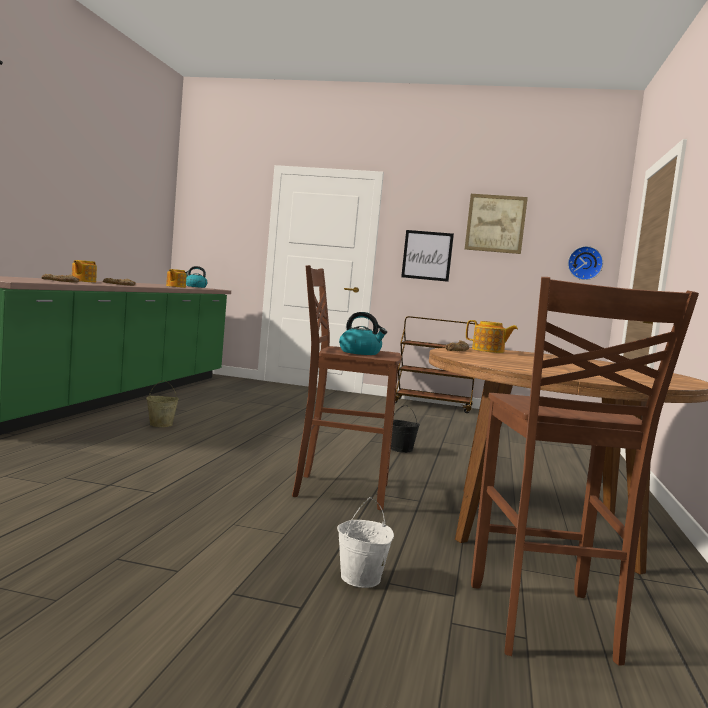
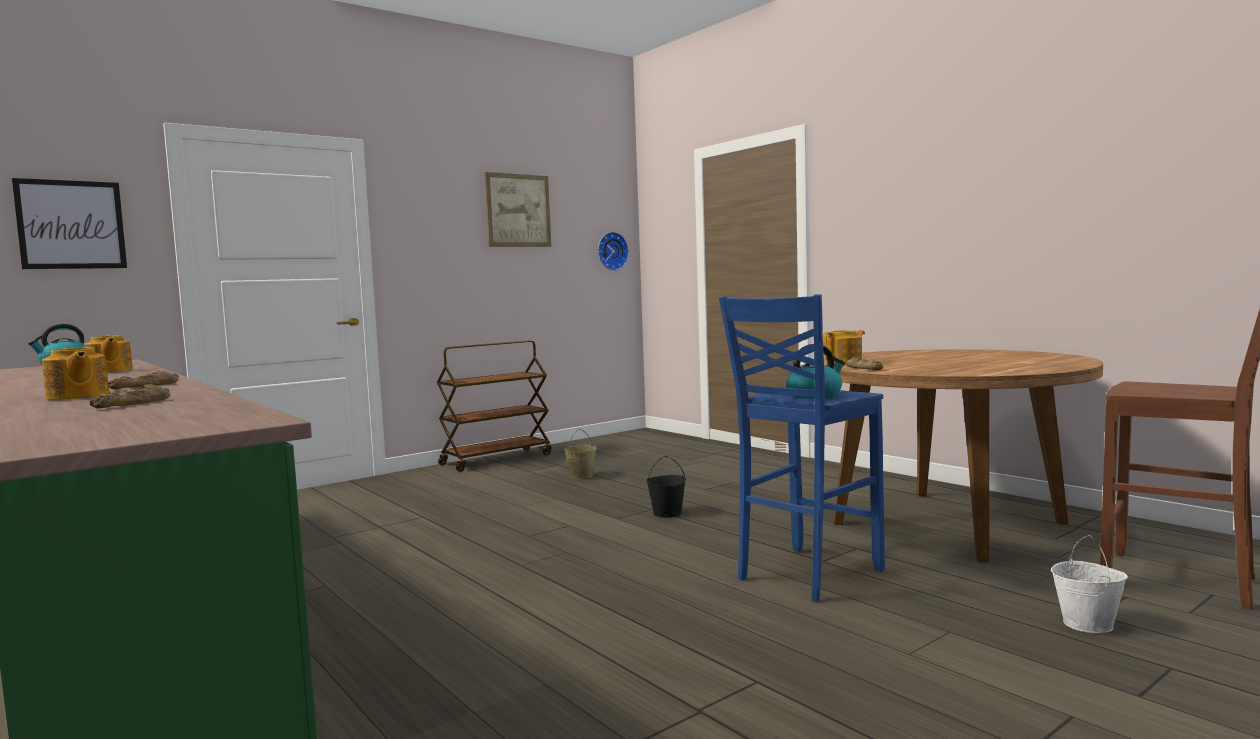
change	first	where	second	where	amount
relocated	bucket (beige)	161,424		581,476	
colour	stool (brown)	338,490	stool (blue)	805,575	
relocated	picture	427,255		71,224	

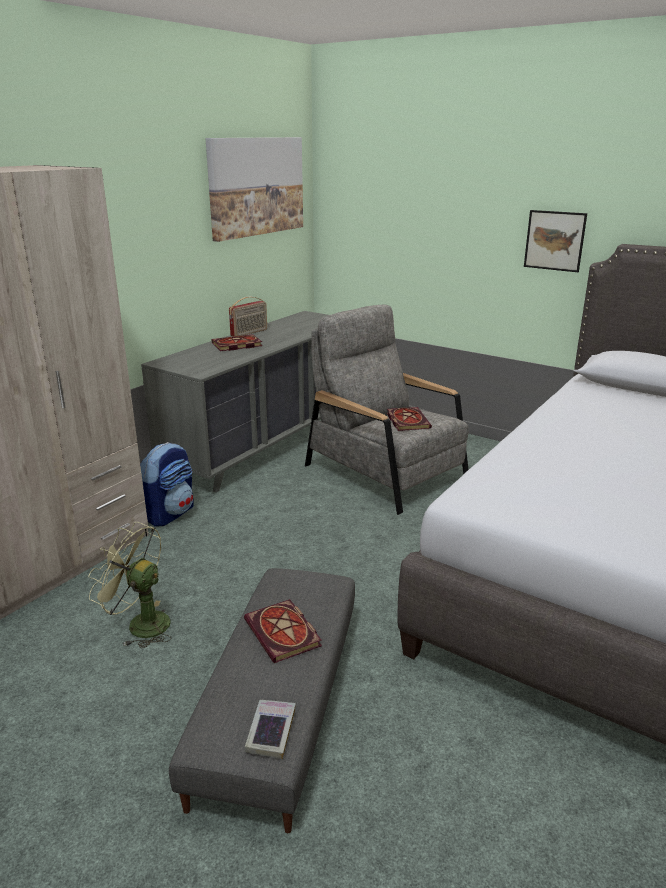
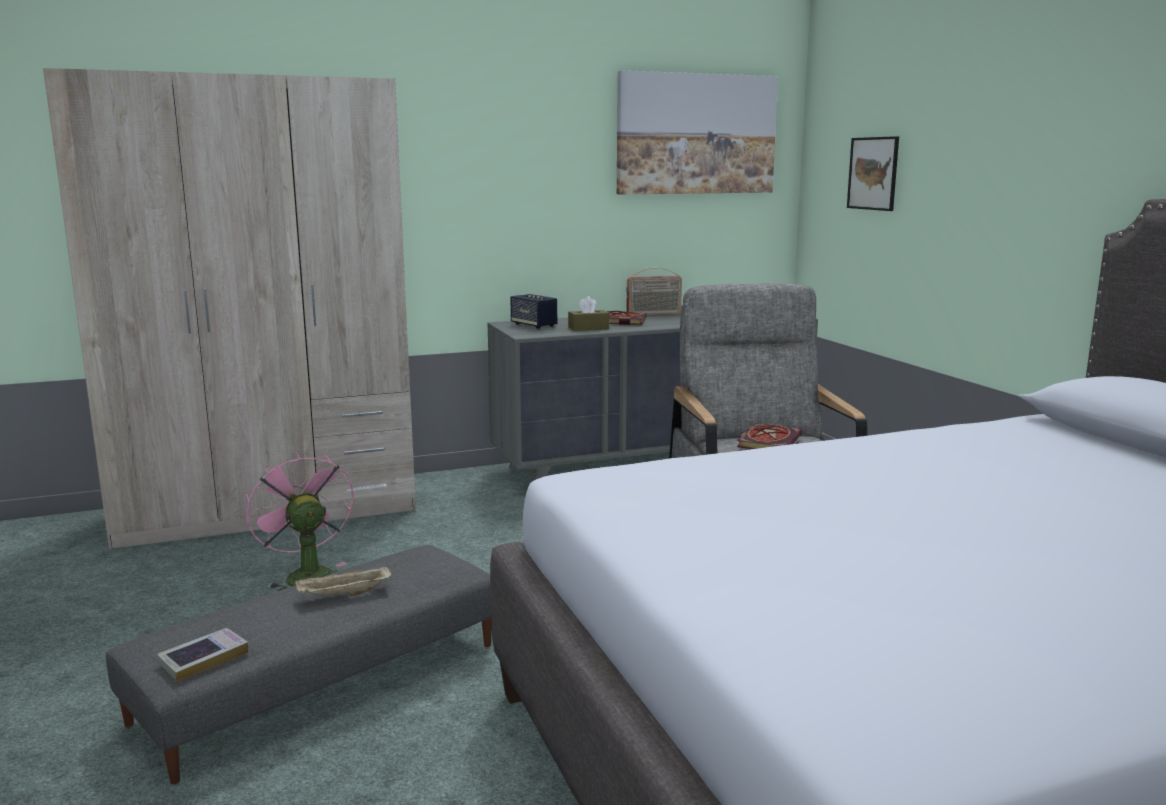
change	first	where	second	where	amount
colour	fan (green)	140,624	fan (pink)	305,575	
missing	backpack	170,513			
exchanged	book	284,634	tray (beige)	344,595	
relocated	picture	554,240		873,173	
appeared			speaker	534,325	
appeared			tissue box (brown)	588,328	

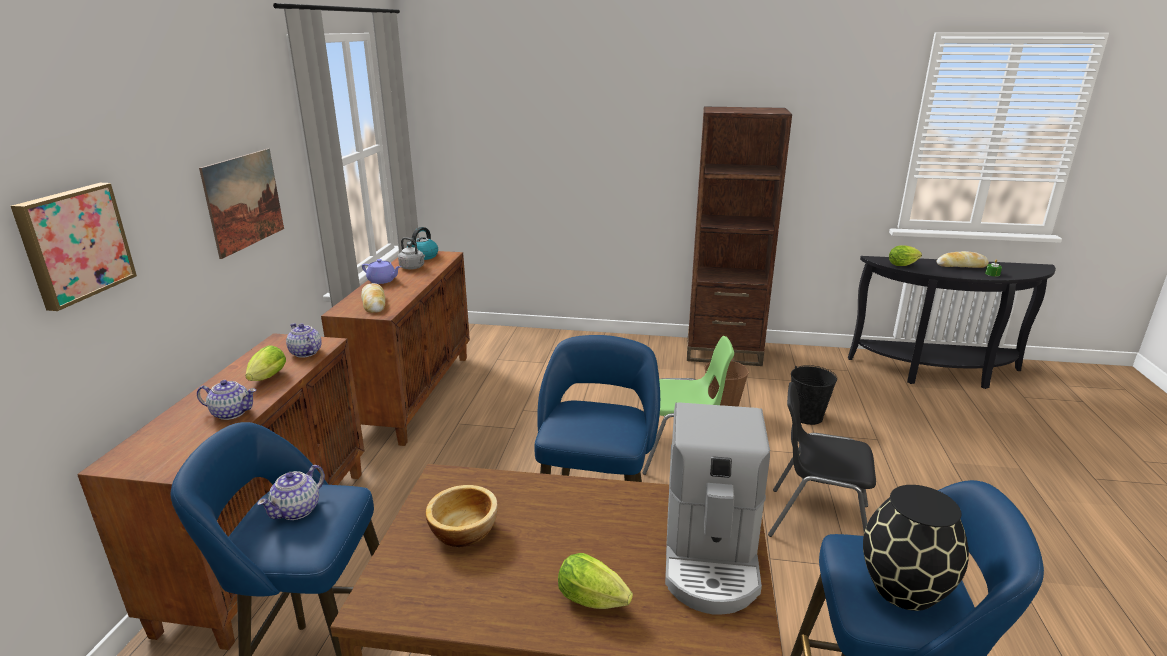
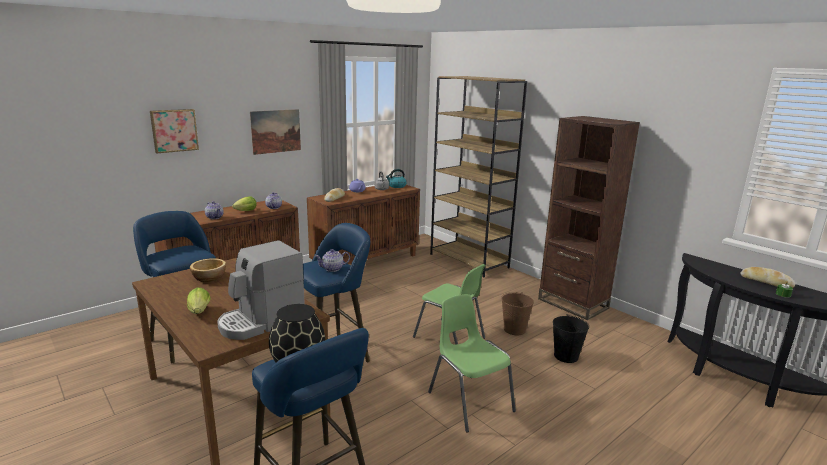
change	first	where	second	where	amount
relocated	teapot	297,510		333,269	
colour	chair (black)	817,520	chair (green)	469,401	
missing	lettuce	904,265			
appeared			bookcase (brown)	469,261	

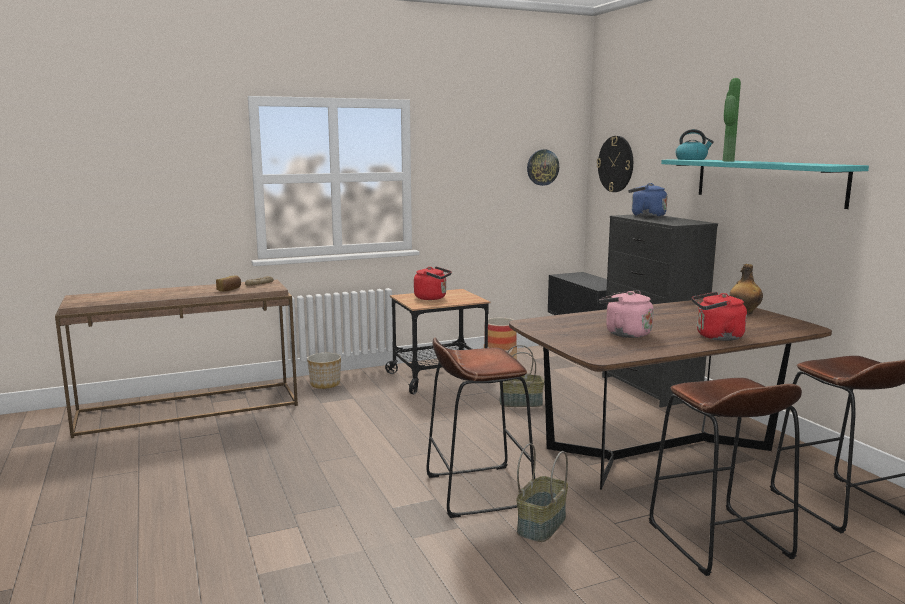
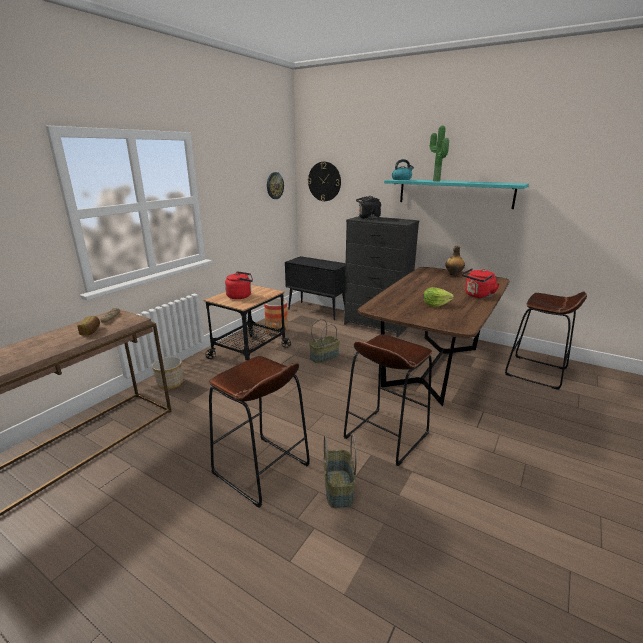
change	first	where	second	where	amount
relocated	basket	541,524		337,488	
exchanged	kettle (pink)	625,333	lettuce	435,304	
colour	kettle (blue)	645,216	kettle (black)	367,218	
relocated	stool (brown)	718,540		261,469	

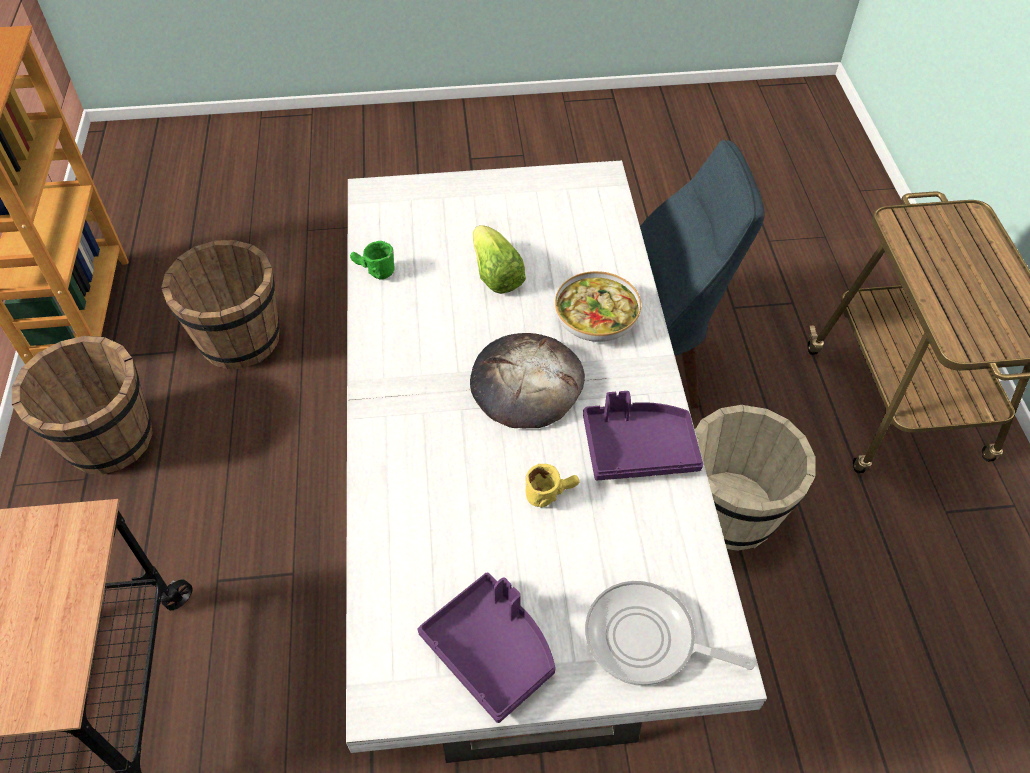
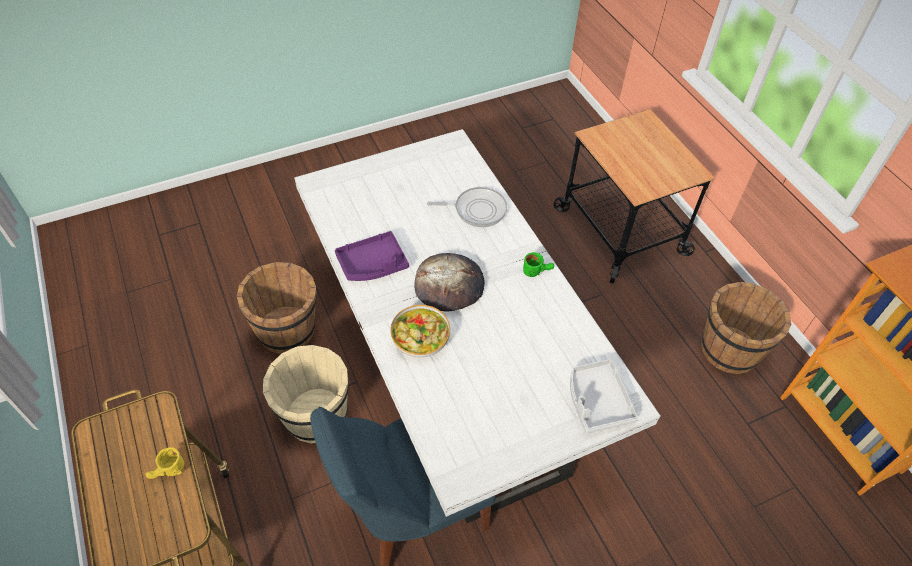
change	first	where	second	where	amount
relocated	bucket (brown)	239,339		287,330	
relocated	mug (green)	373,271		537,271	
missing	tray (purple)	492,651			
missing	lettuce	496,275			
relocated	mug (yellow)	551,492		168,472	
relocated	frying pan	646,640		476,210	
appeared			tray (grey)	597,401	

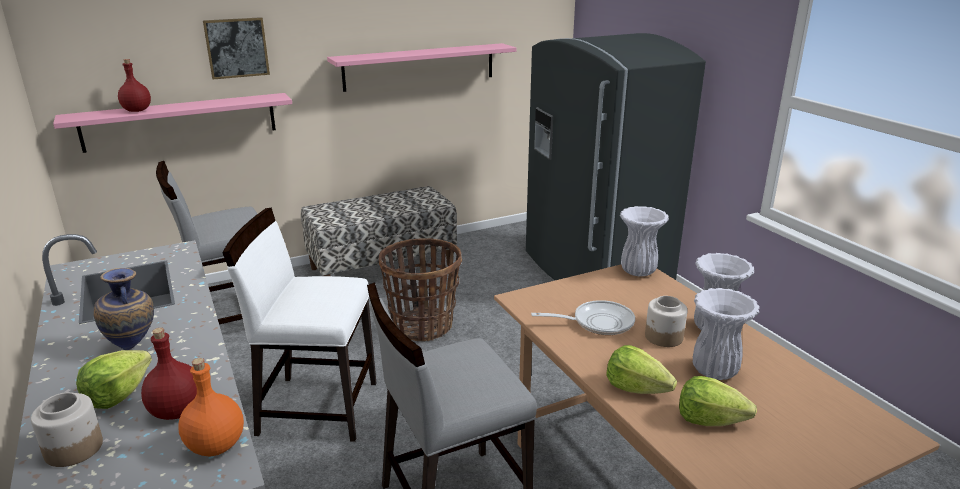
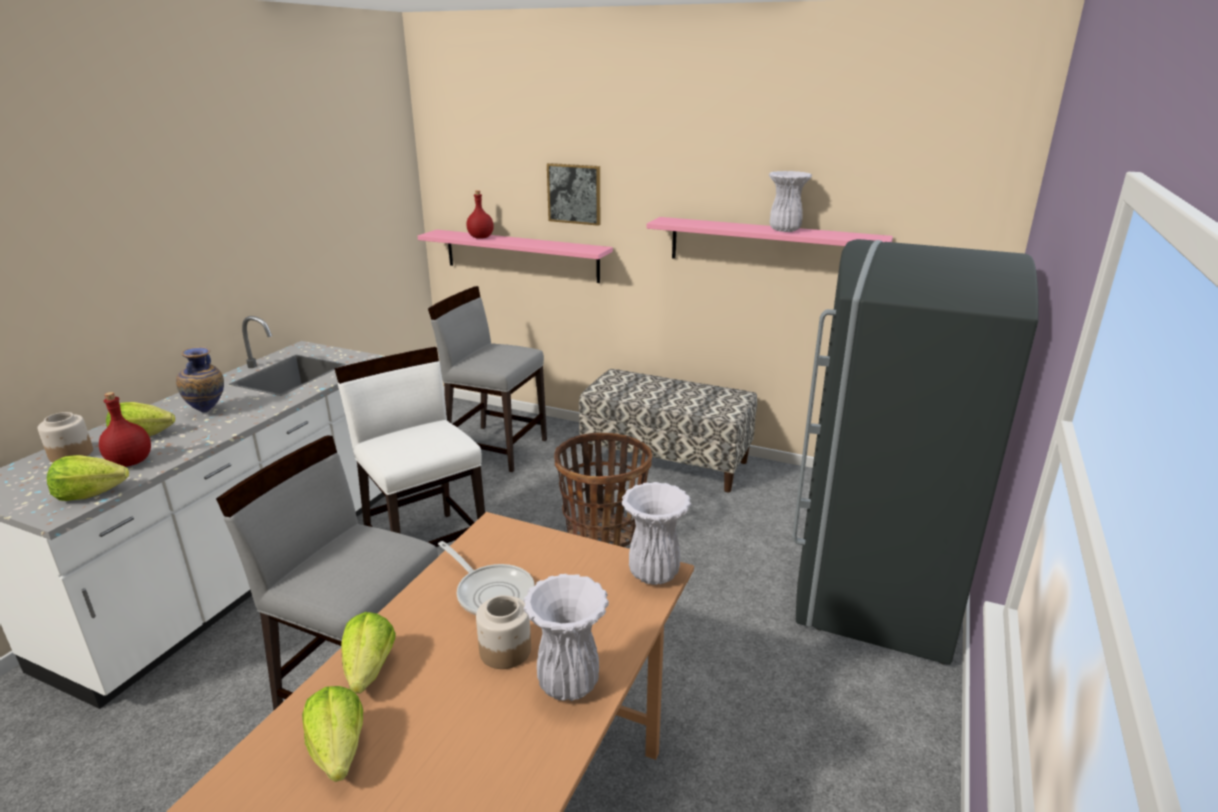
change	first	where	second	where	amount
exchanged	bottle (orange)	215,446	lettuce	90,494	
relocated	vase (white)	714,372		784,230	

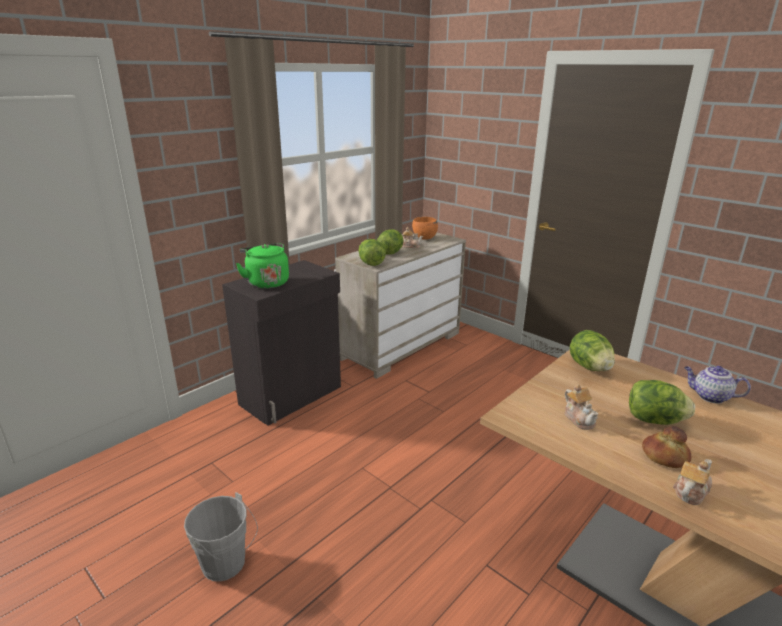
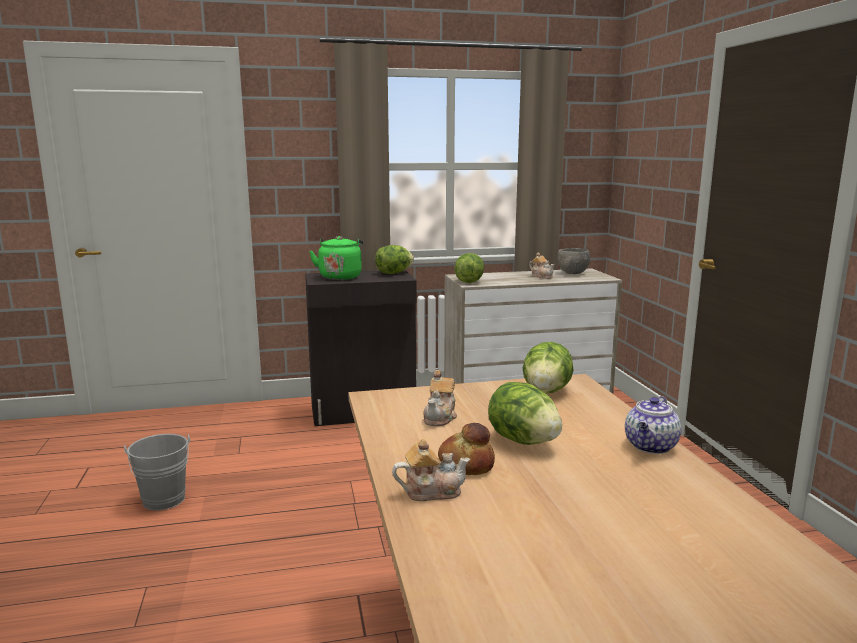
change	first	where	second	where	amount
relocated	lettuce	390,253		394,273	
colour	bowl (orange)	424,238	bowl (grey)	572,273	
spun	teapot	709,396		651,447	120 degrees counterclockwise

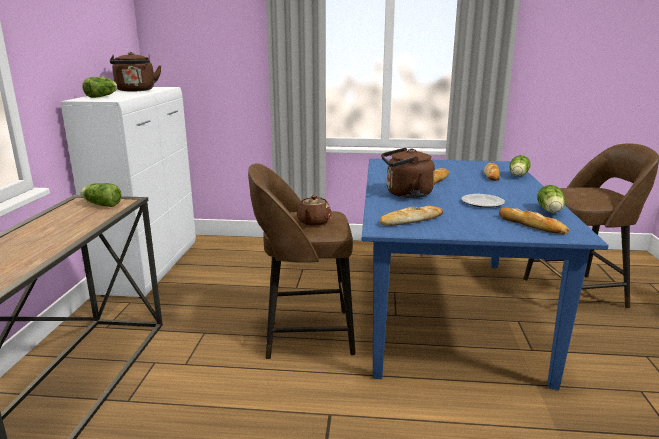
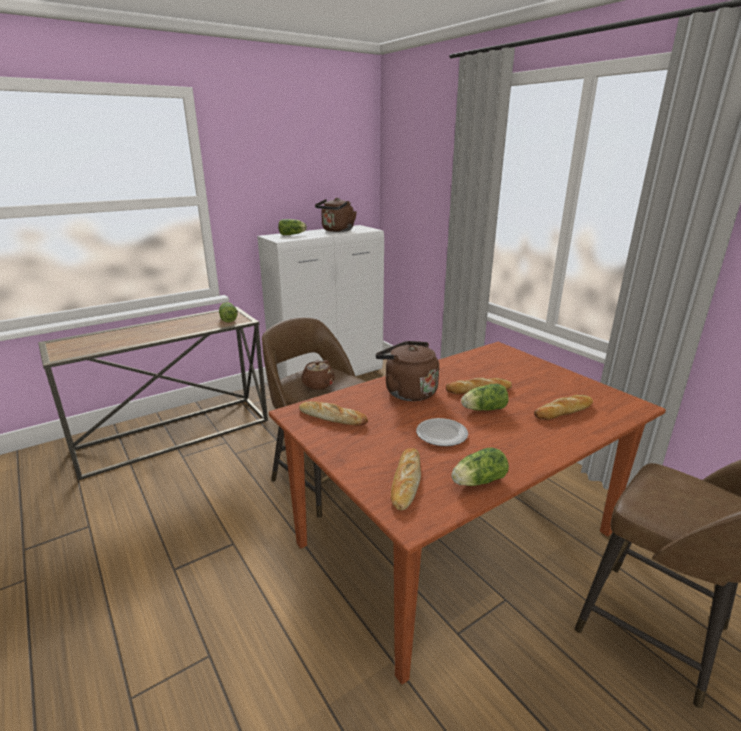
change	first	where	second	where	amount
spun	teapot (brown)	313,222		318,385	45 degrees counterclockwise
colour	dining table (blue)	448,311	dining table (brown)	456,539	
relocated	lettuce	518,176		482,409	

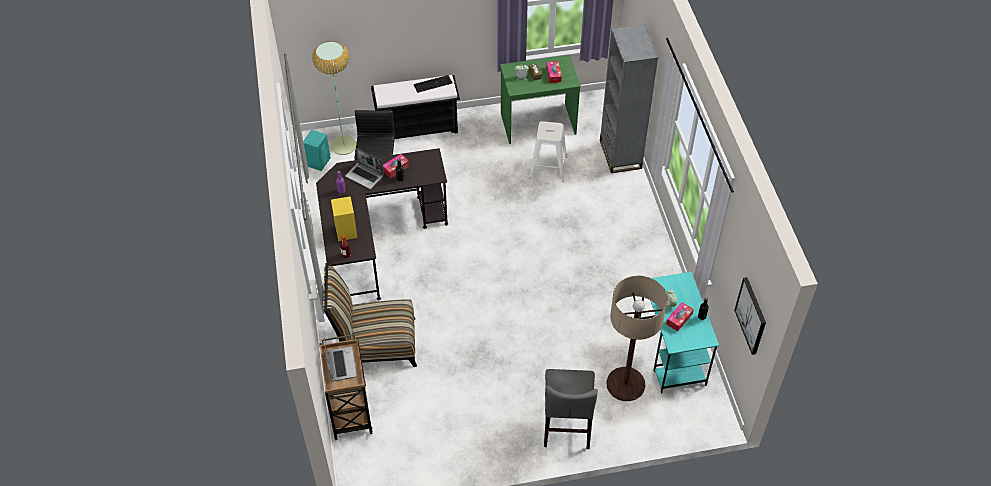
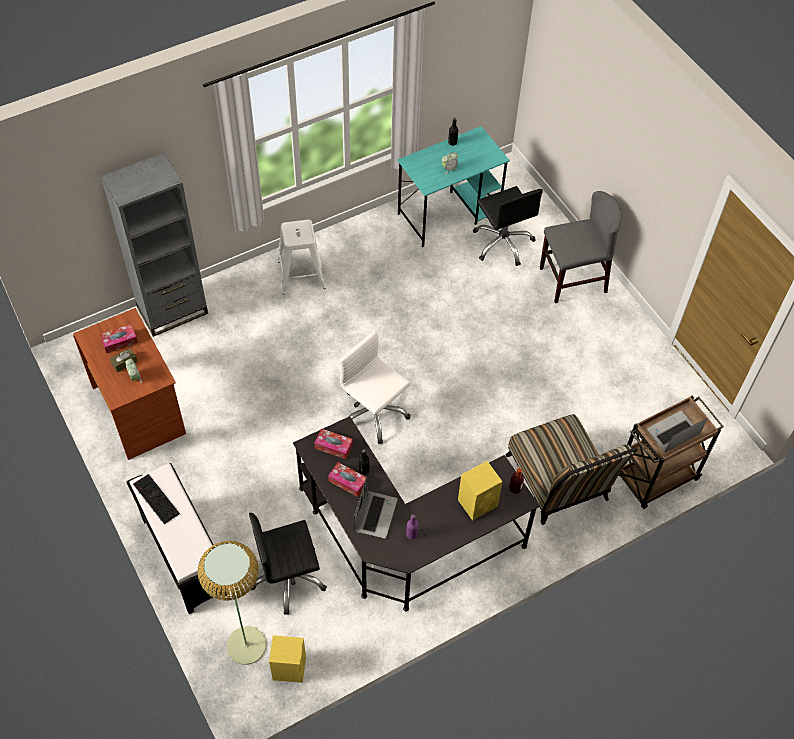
change	first	where	second	where	amount
colour	speaker (turquoise)	318,161	speaker (yellow)	288,668	
colour	desk (green)	538,124	desk (brown)	140,410	
relocated	stool (white)	547,167		302,275	
exchanged	floor lamp	625,384	office chair (black)	503,243	
relocated	tissue box	679,319		333,446	
missing	picture	751,315			
appeared			office chair (white)	373,413	

